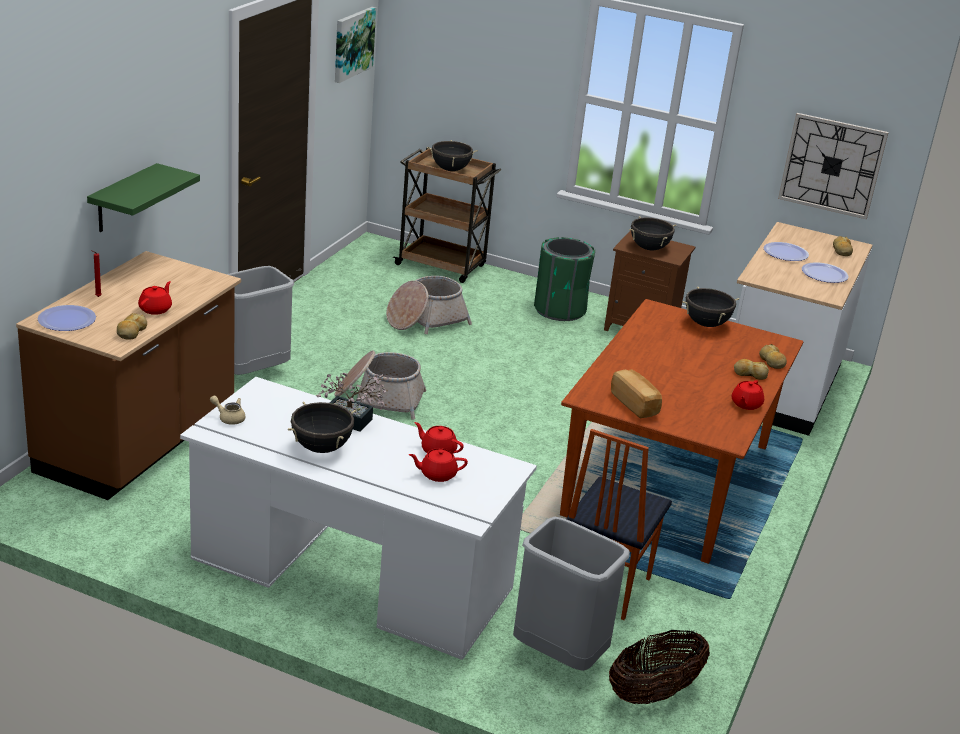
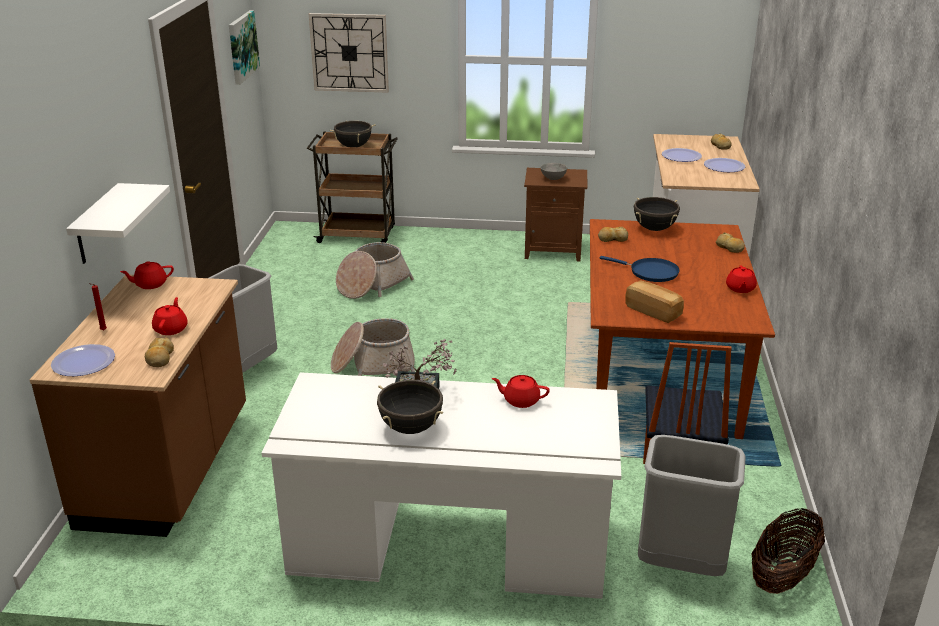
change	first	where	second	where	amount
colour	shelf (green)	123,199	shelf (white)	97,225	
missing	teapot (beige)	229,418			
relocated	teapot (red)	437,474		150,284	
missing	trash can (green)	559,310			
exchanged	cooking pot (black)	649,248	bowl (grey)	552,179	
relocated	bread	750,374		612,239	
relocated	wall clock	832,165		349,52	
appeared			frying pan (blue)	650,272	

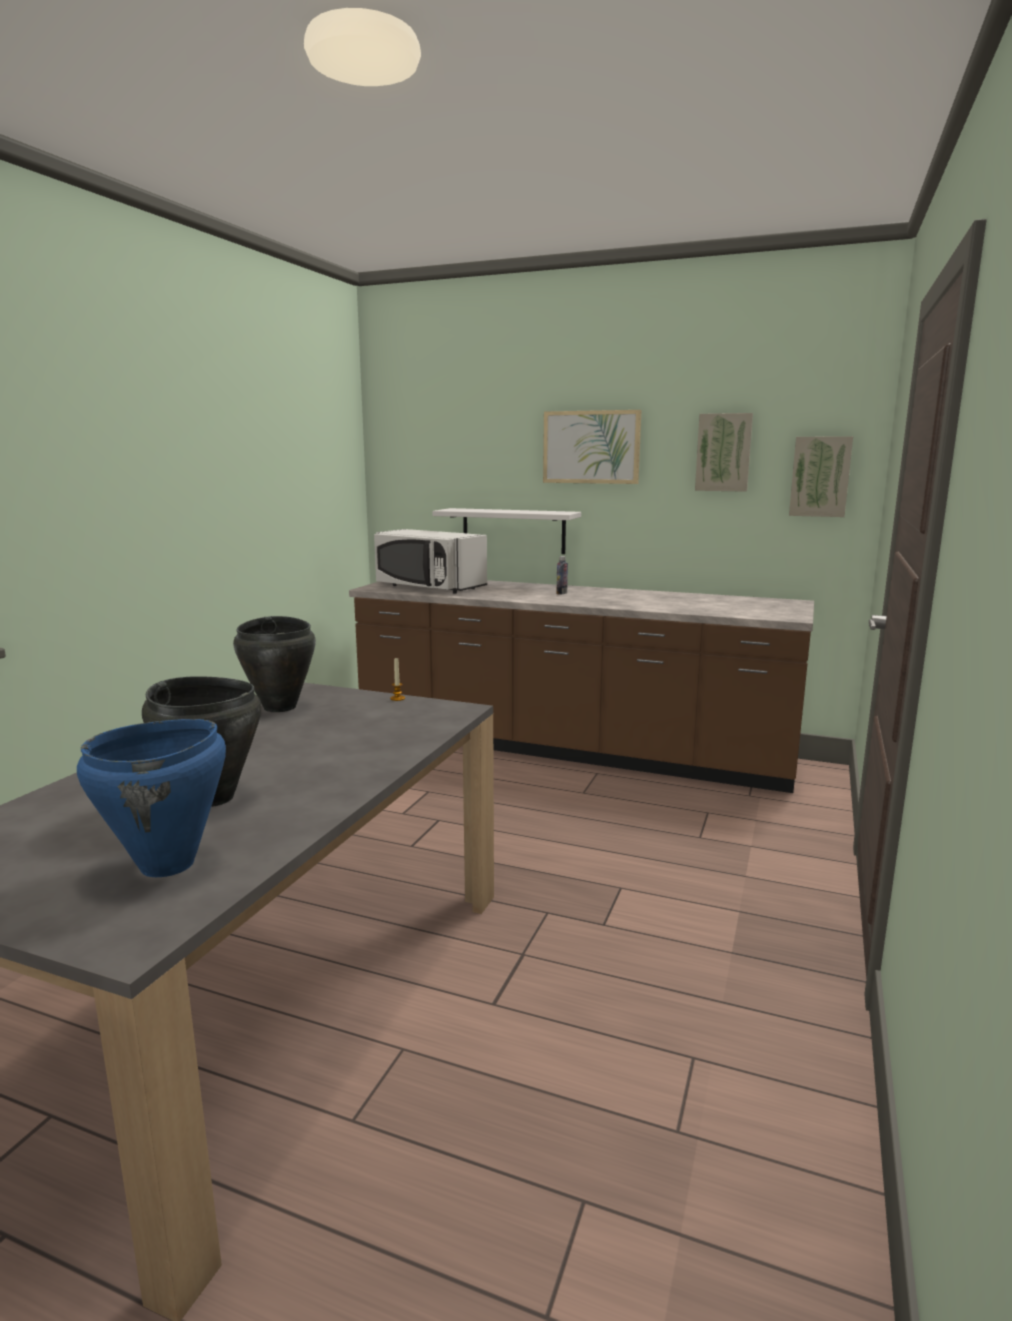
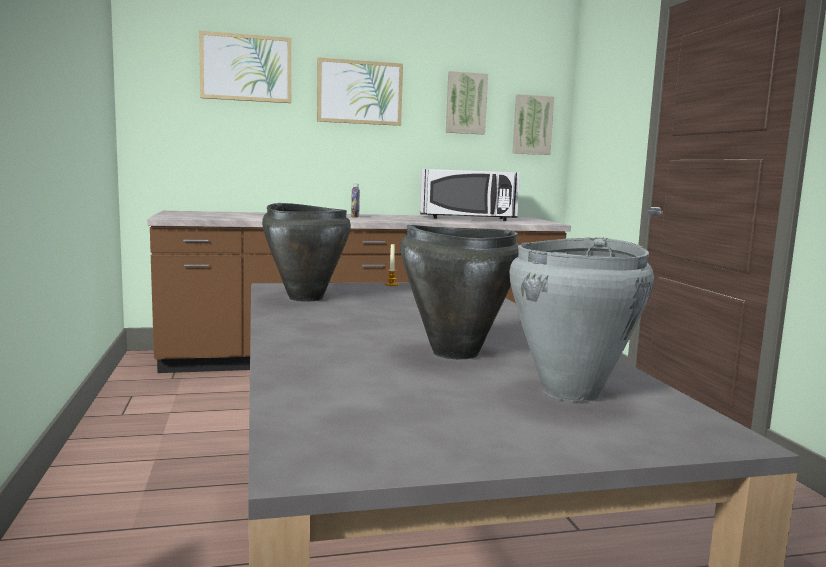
change	first	where	second	where	amount
colour	cooking pot (blue)	168,865	cooking pot (grey)	572,392	
relocated	microwave (white)	428,588		467,219	
missing	shelf (white)	513,530			
appeared			picture	246,68	

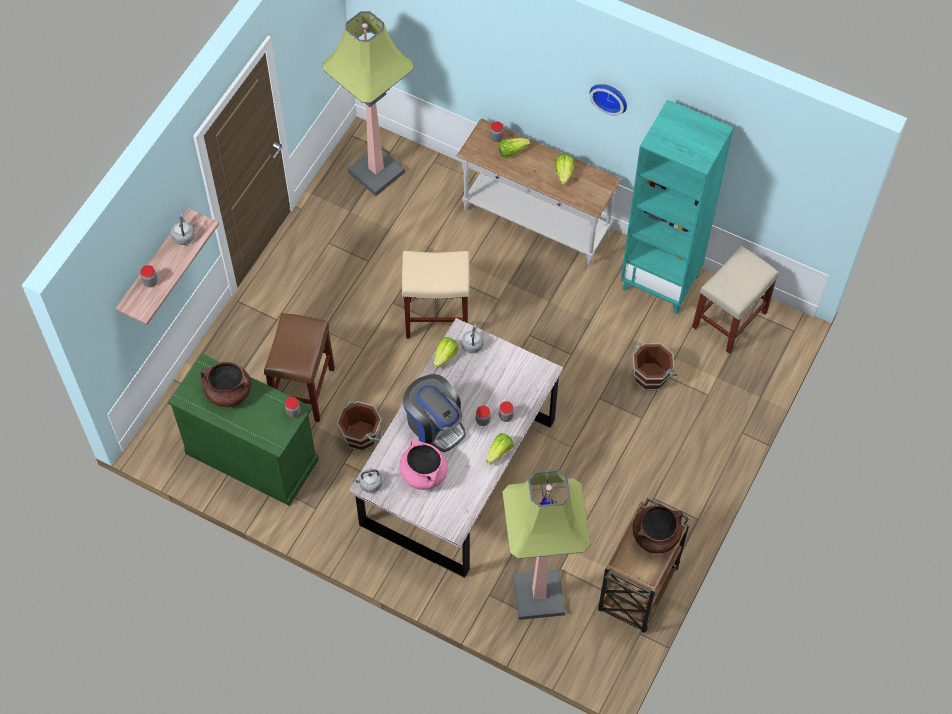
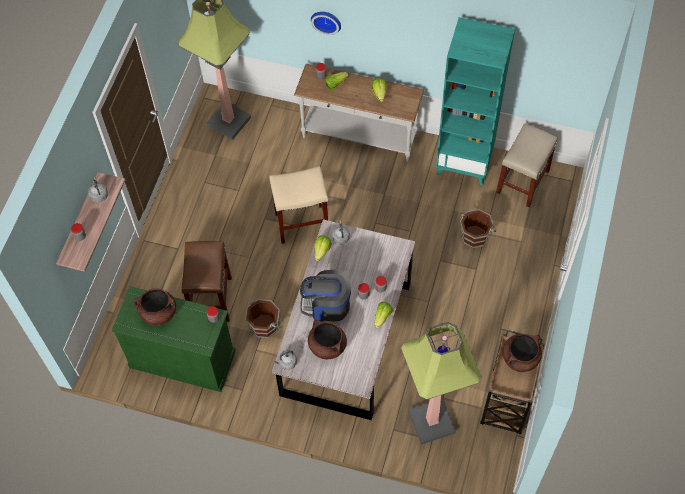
change	first	where	second	where	amount
colour	cooking pot (pink)	423,473	cooking pot (brown)	327,346	
spun	coffee machine	435,424		326,305	150 degrees clockwise
relocated	wall clock	609,96		326,20	

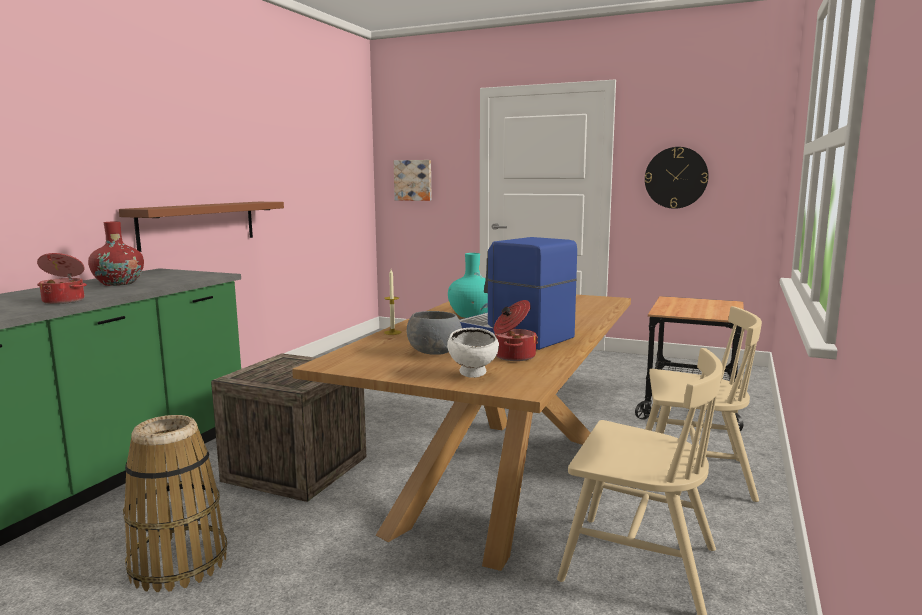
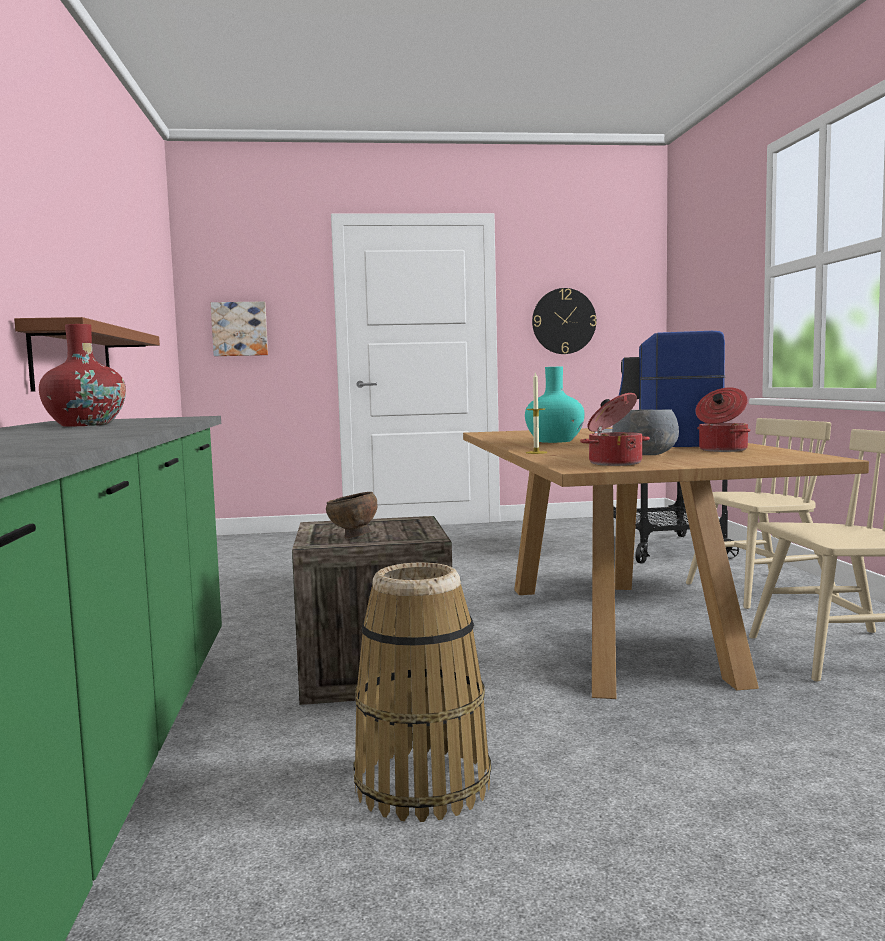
change	first	where	second	where	amount
relocated	cooking pot	64,301		614,463	
missing	bowl (white)	474,375			
appeared			bowl (brown)	353,537	

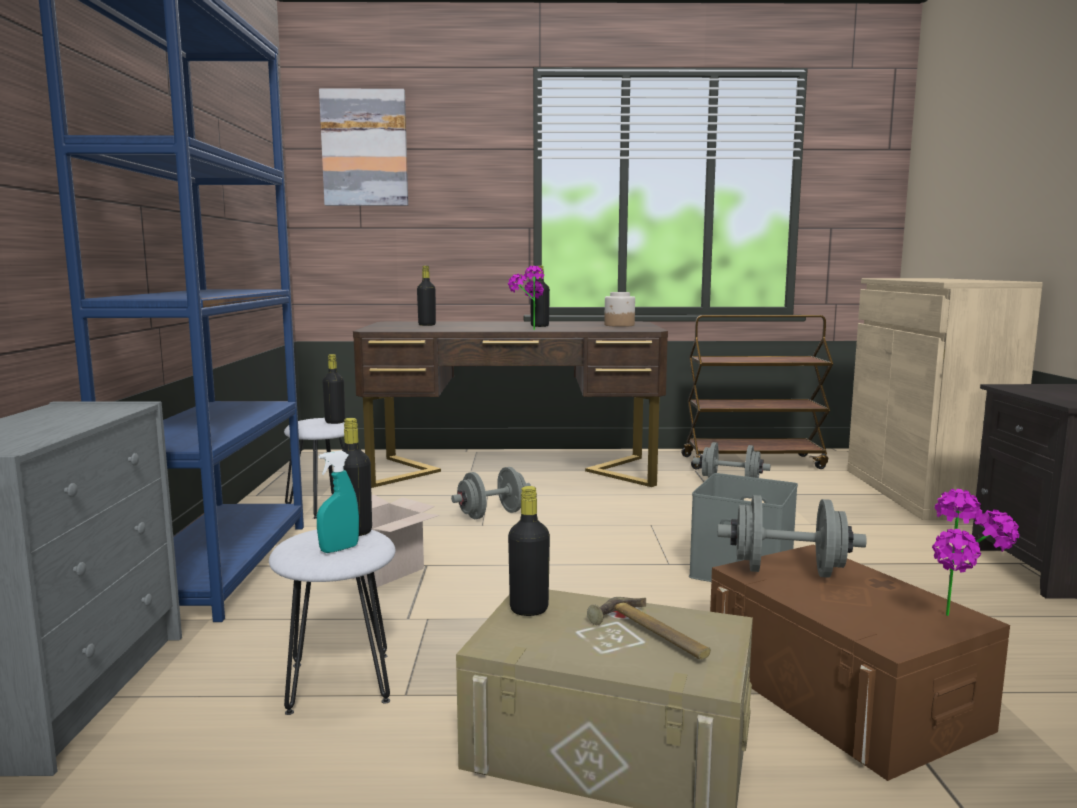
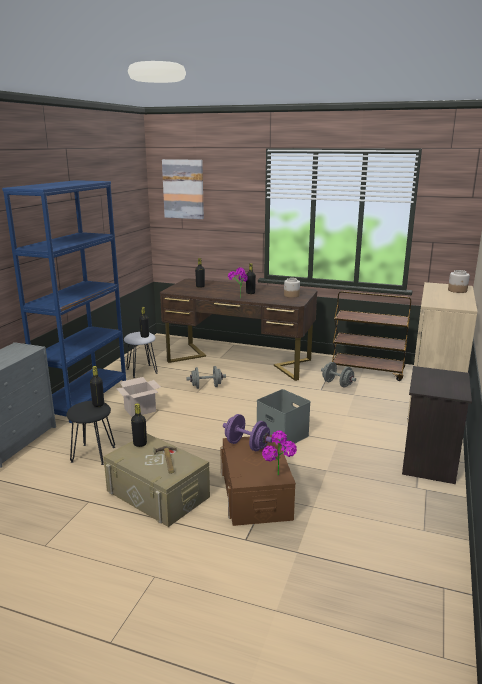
change	first	where	second	where	amount
colour	stool (white)	339,681	stool (black)	93,454	
missing	spray bottle (turquoise)	339,549			
colour	dumbbell (grey)	787,571	dumbbell (purple)	247,445	
appeared			jar	457,290	

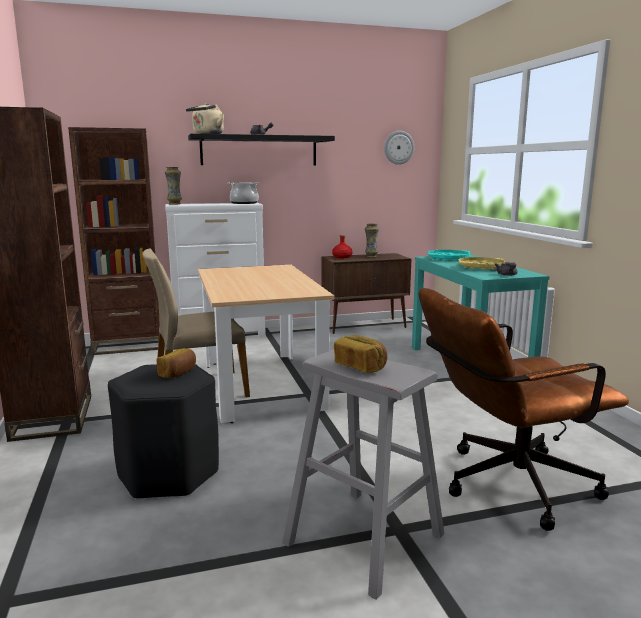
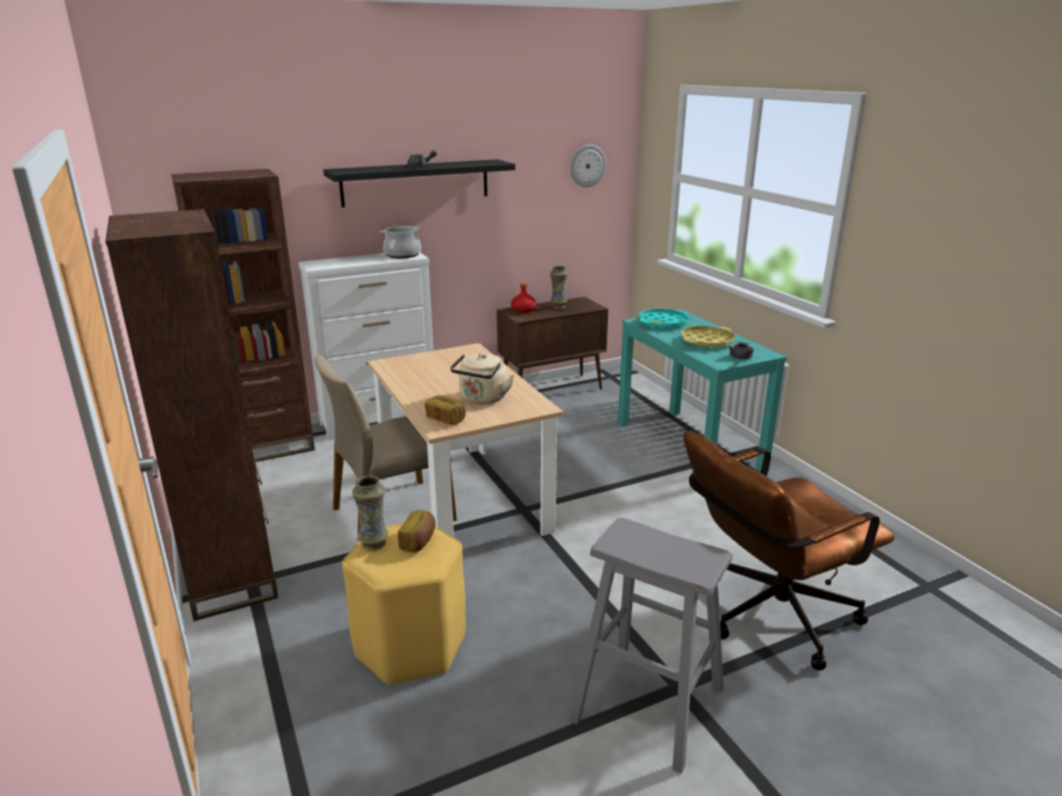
change	first	where	second	where	amount
colour	stool (black)	168,474	stool (yellow)	411,646	
relocated	vase	174,204		374,543	
relocated	kettle (beige)	207,134		482,399	
relocated	bread	360,367		446,419	

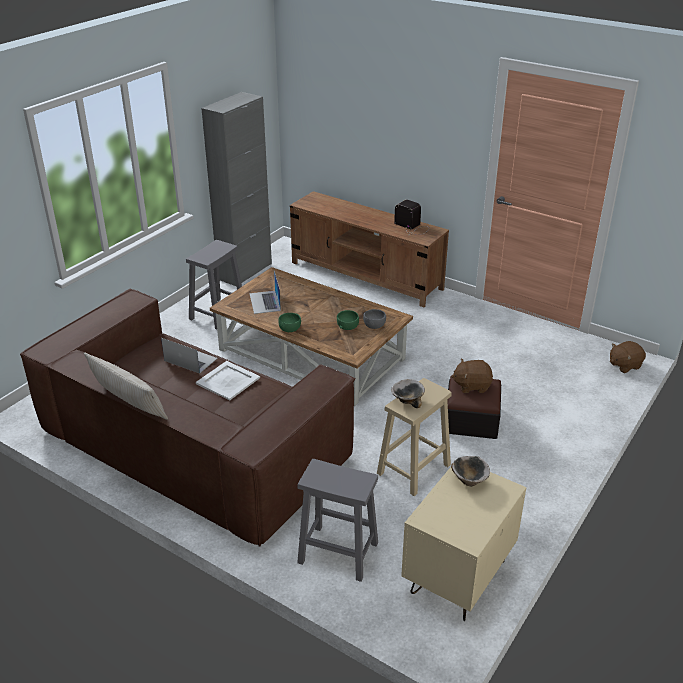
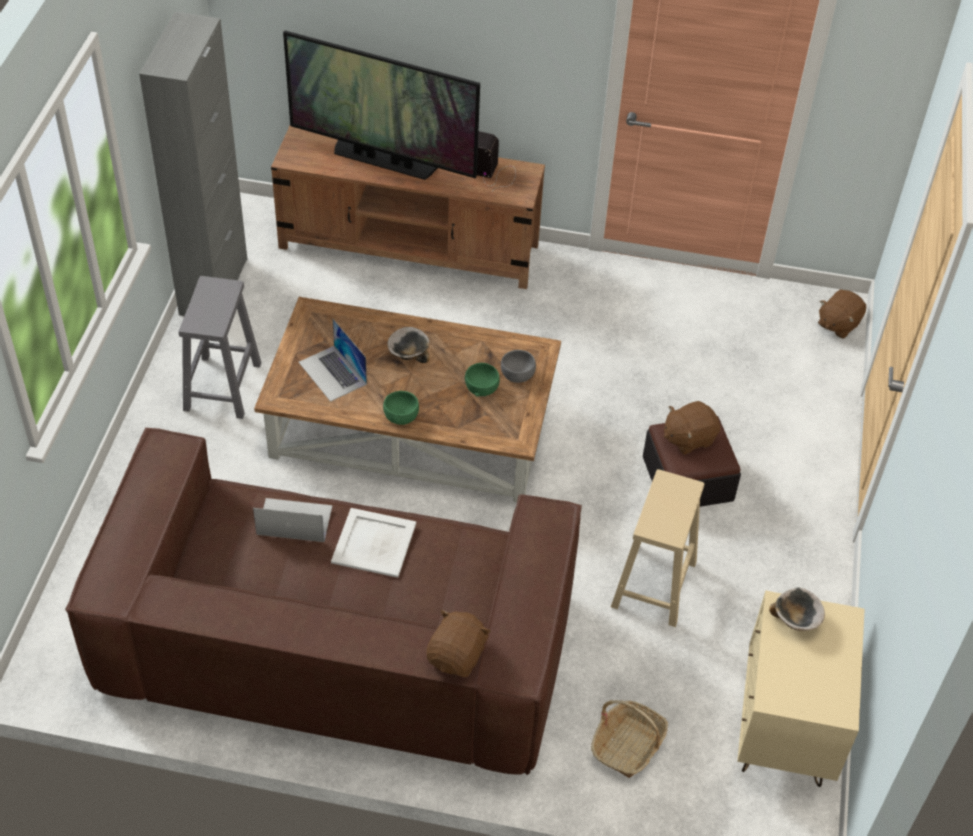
change	first	where	second	where	amount
missing	pillow (beige)	129,403			
exchanged	stool (grey)	339,553	basket	628,745	
relocated	bowl	407,400		408,354	
appeared			television	383,160	
appeared			plush toy (brown)	457,656	

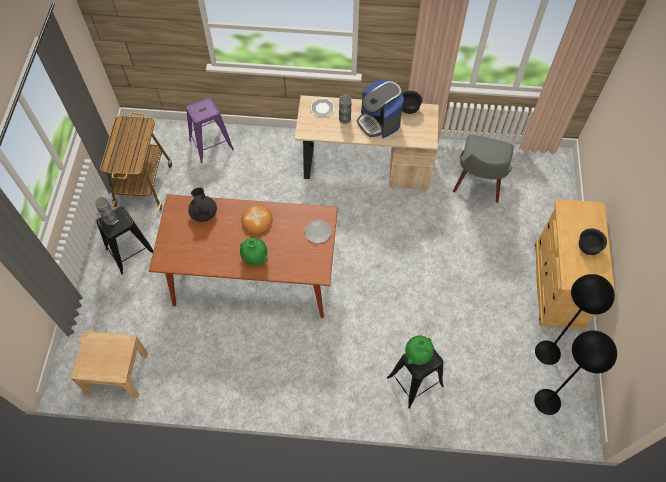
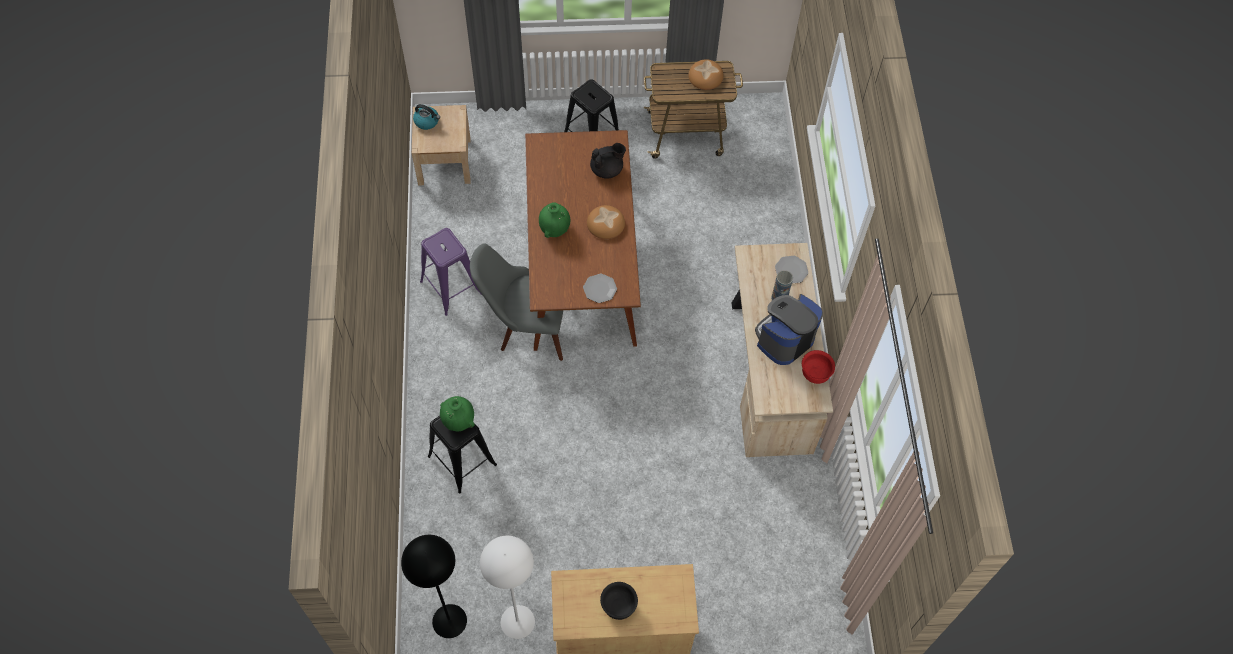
change	first	where	second	where	amount
missing	vase	110,219			
relocated	stool (purple)	211,145		451,287	
colour	bowl (black)	409,109	bowl (red)	815,374	
relocated	chair (grey)	478,185		525,326	
colour	floor lamp (black)	548,352	floor lamp (white)	517,622	
appeared			kettle	427,121	
appeared			bread	705,77	

